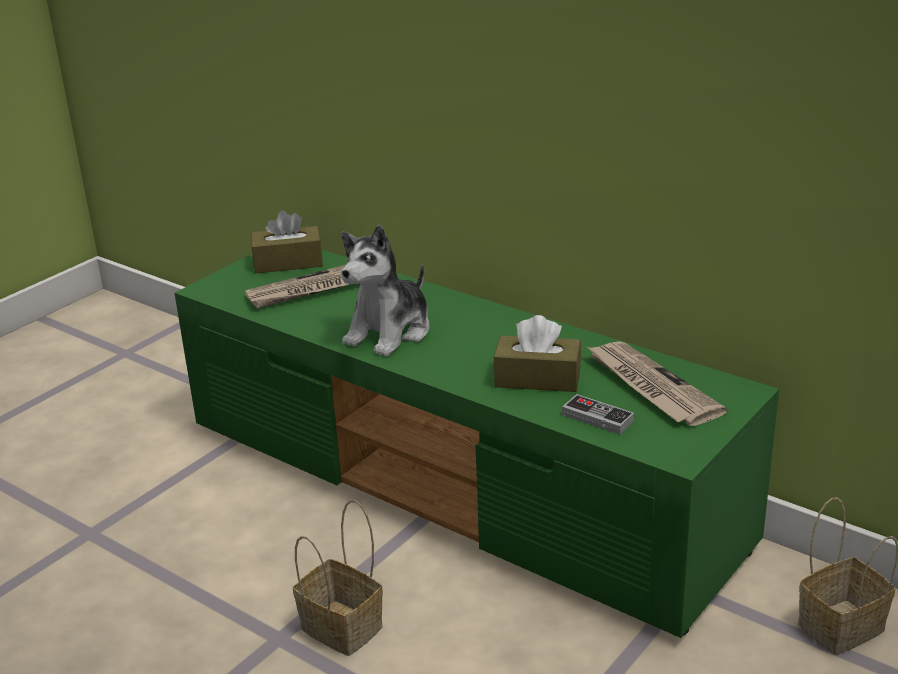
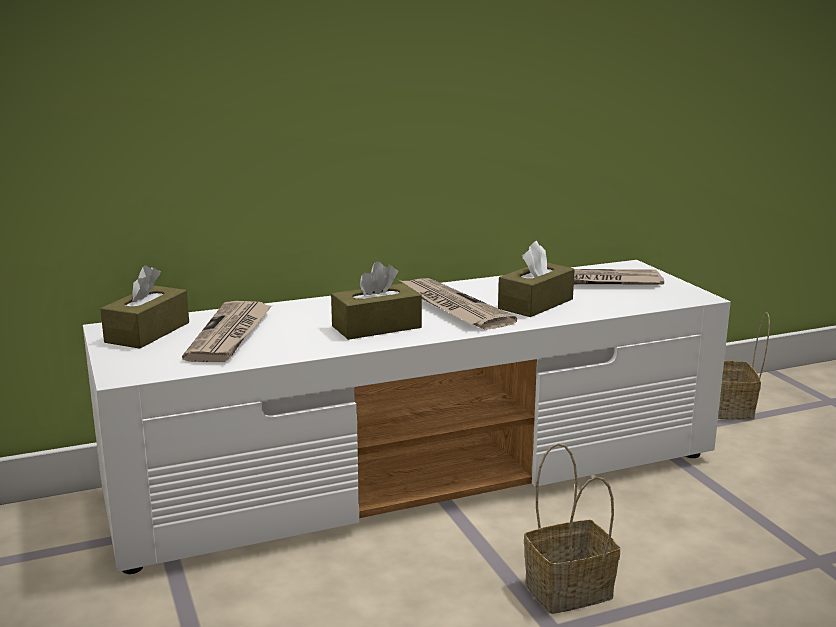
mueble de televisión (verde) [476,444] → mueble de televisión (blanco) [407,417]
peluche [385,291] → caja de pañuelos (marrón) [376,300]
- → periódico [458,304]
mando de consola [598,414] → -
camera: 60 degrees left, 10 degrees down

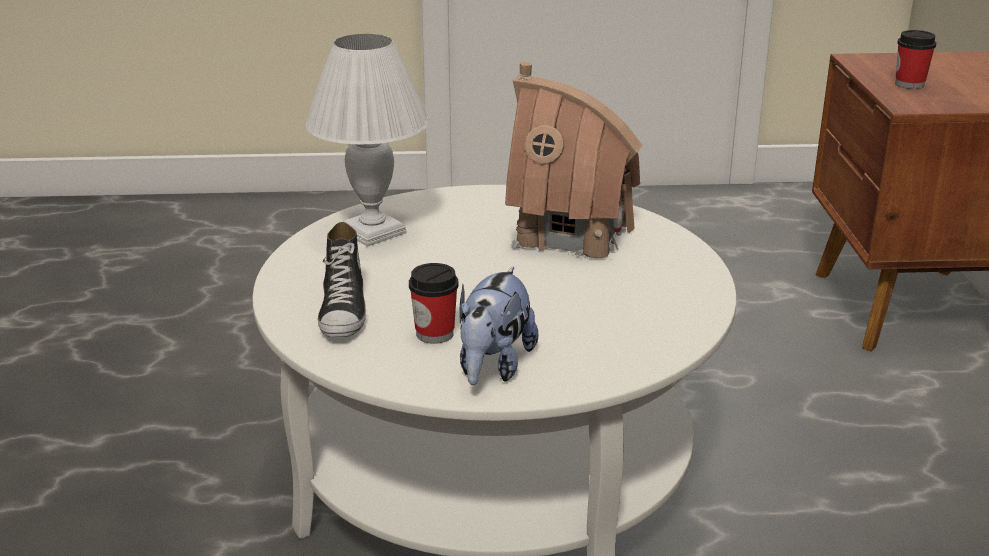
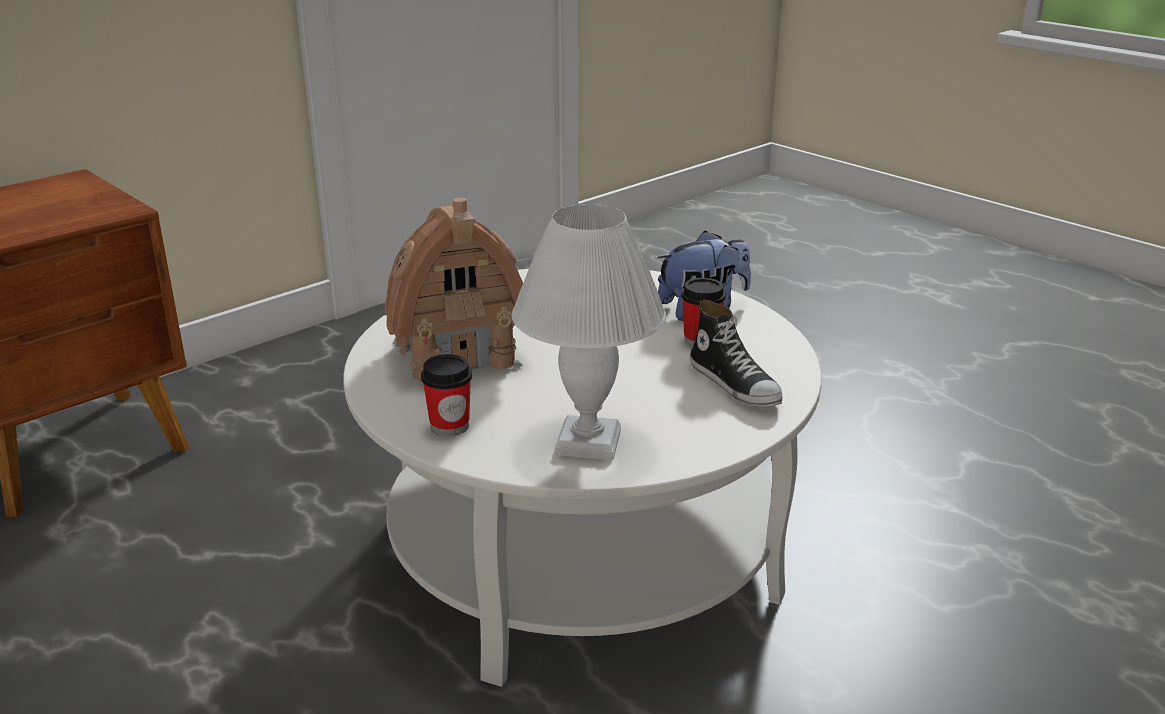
taza [915,59] → taza [446,395], move
zapato [342,279] → zapato [736,353], 105 degrees clockwise
camera: 130 degrees left, 0 degrees up

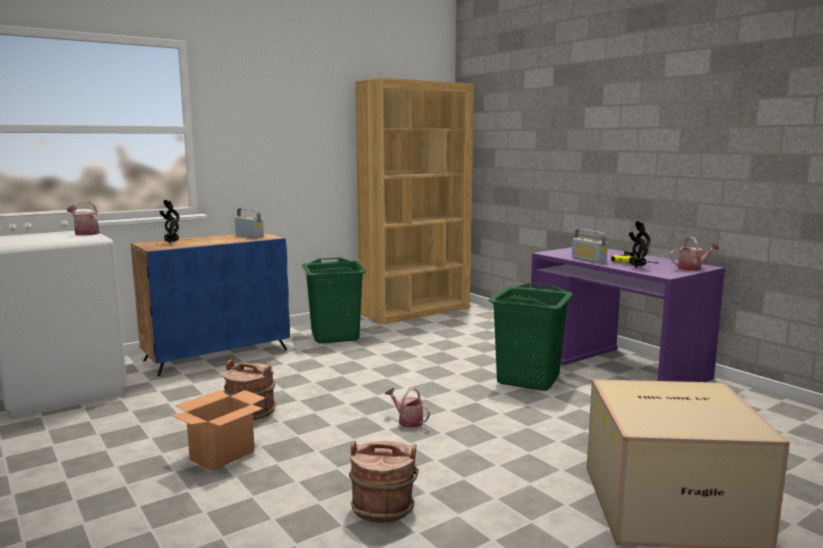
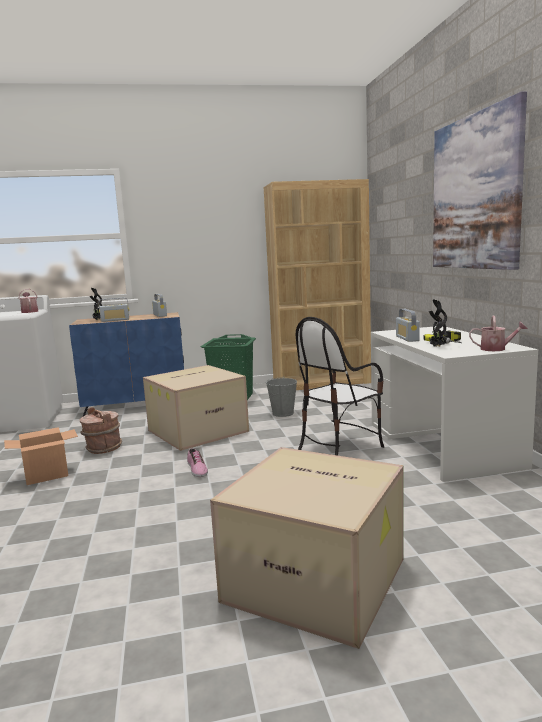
- → radio [114,310]
- → caja de cartón [196,408]
regadera [407,407] → zapato [197,462]
- → cubo (gris) [281,397]
cesto de la ropa (verde) [530,337] → silla [340,386]
escritorio (morado) [628,314] → escritorio (blanco) [454,404]
- → cuadro [480,180]
cubo (marrón) [383,482] → -
camera: 25 degrees right, 0 degrees up

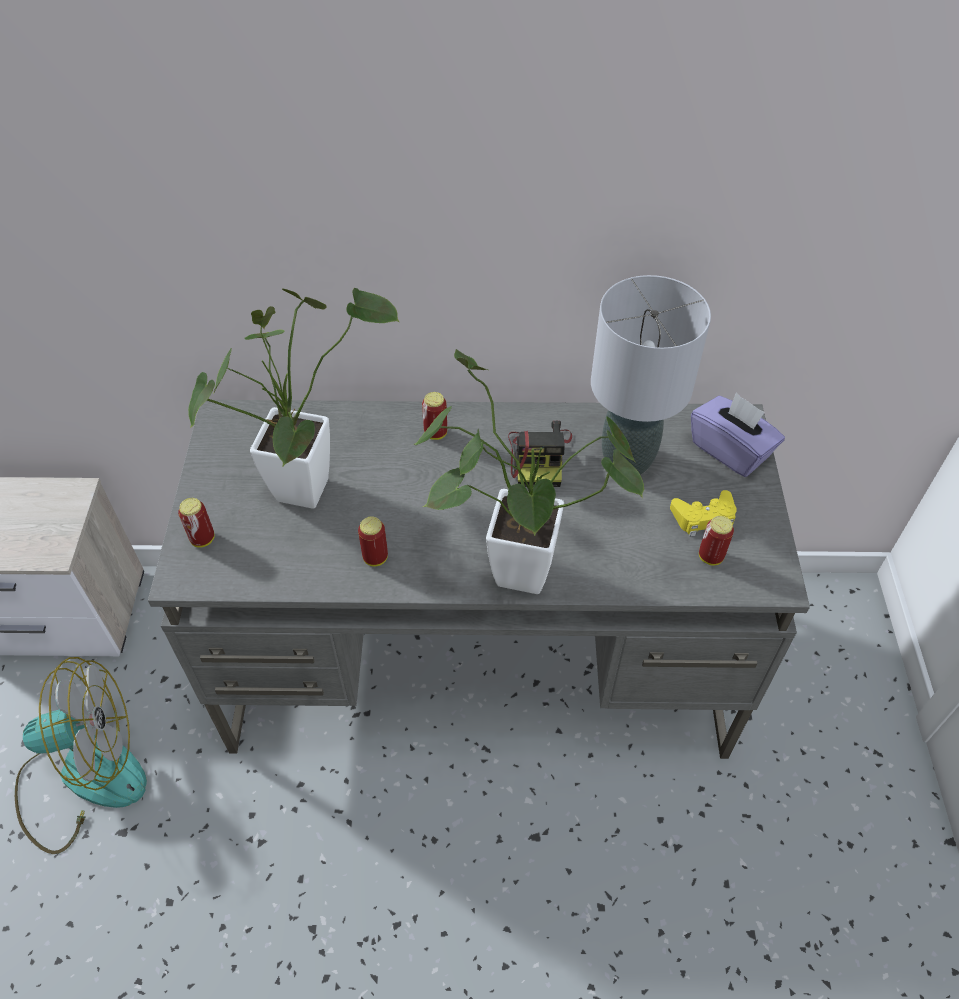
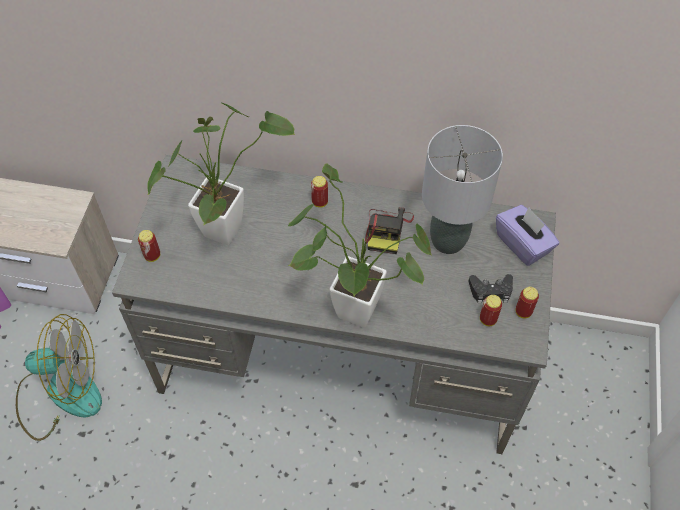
mando de consola (amarillo) [703,513] → mando de consola (negro) [490,288]
lata [373,541] → lata [527,302], move
camera: 10 degrees right, 5 degrees up

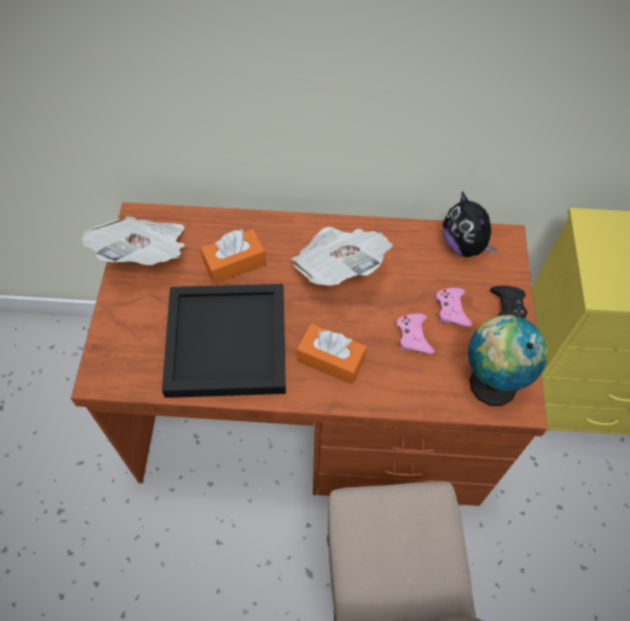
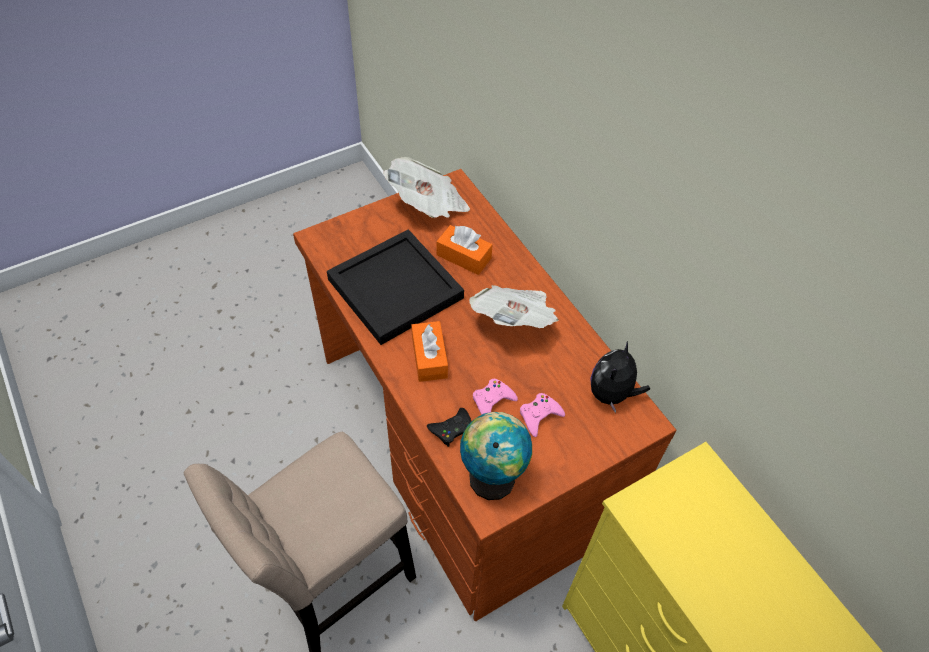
mando de consola (negro) [508,302] → mando de consola (negro) [449,427], move
camera: 55 degrees right, 5 degrees down

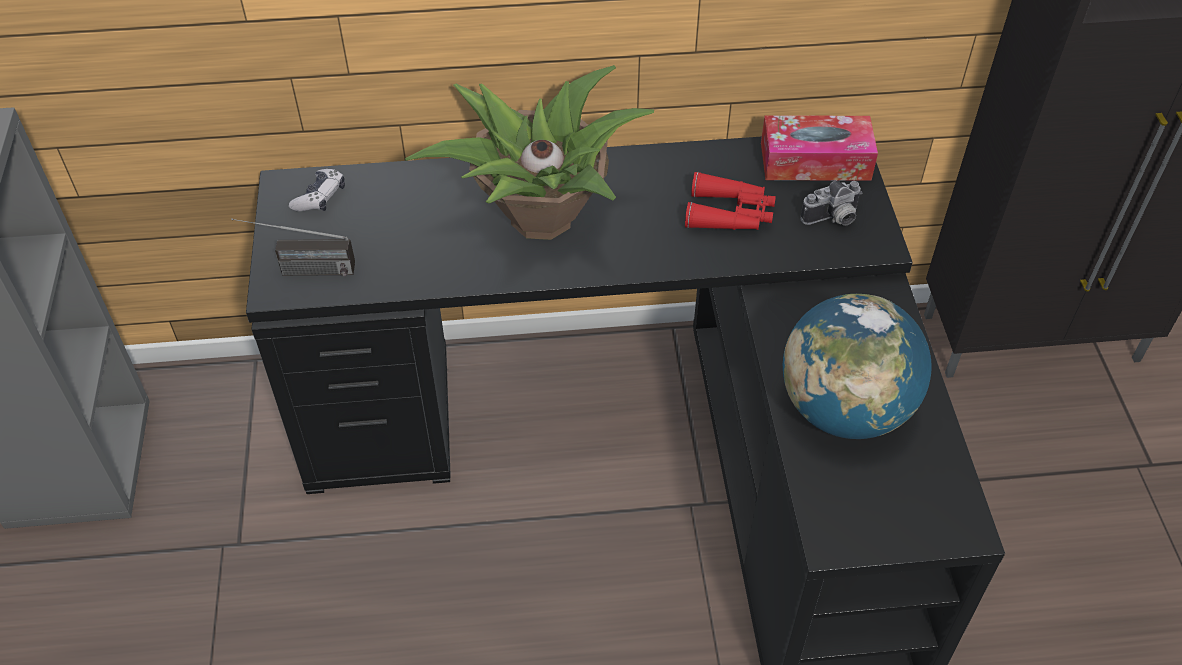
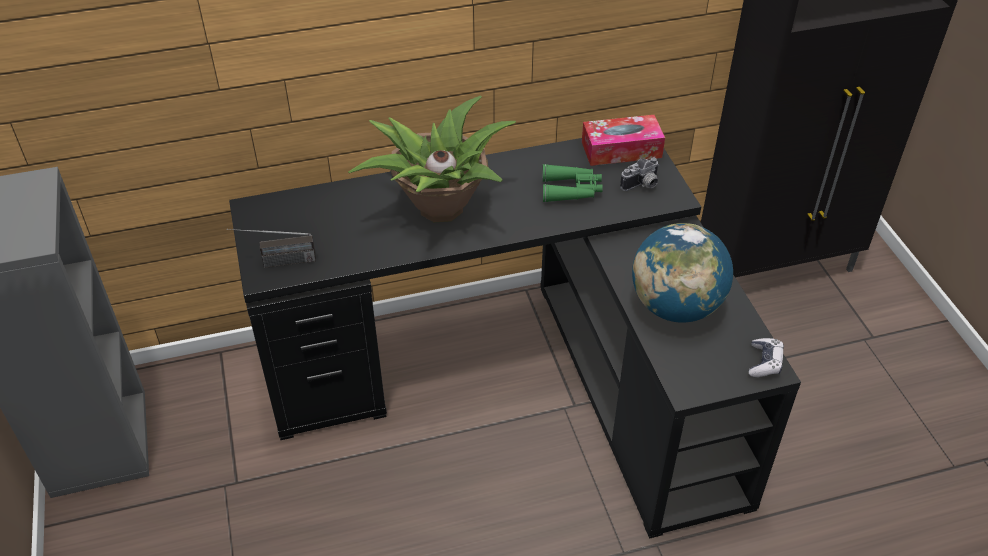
prismáticos (rojo) [730,201] → prismáticos (verde) [573,183]
mando de consola [317,190] → mando de consola [766,357], move
camera: 10 degrees left, 5 degrees down

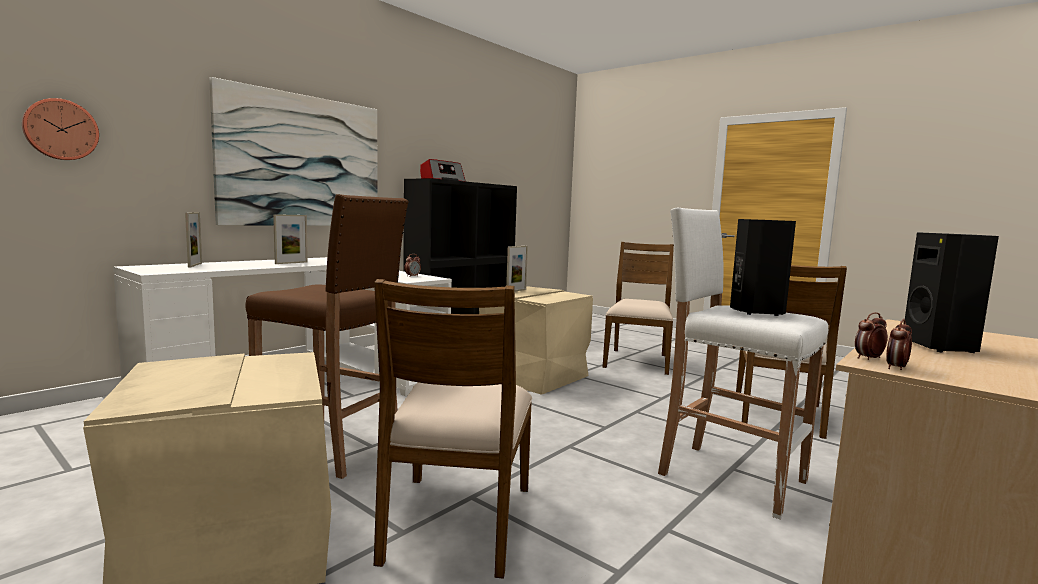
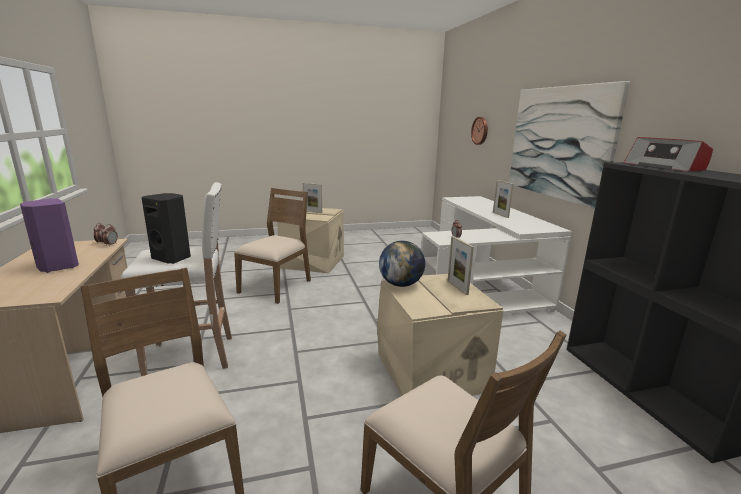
altavoz (negro) [952,292] → altavoz (morado) [49,235]
silla (marrón) [453,429] → silla (marrón) [272,246], 75 degrees clockwise
portarretratos [193,239] → portarretratos [312,198], move
- → globo terráqueo [402,264]
taburete (marrón) [327,336] → -
camera: 125 degrees right, 10 degrees up

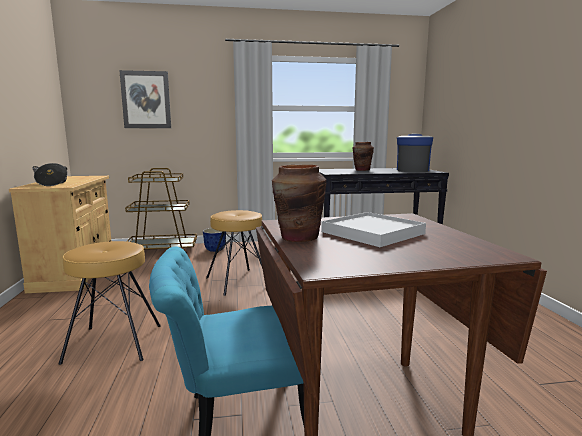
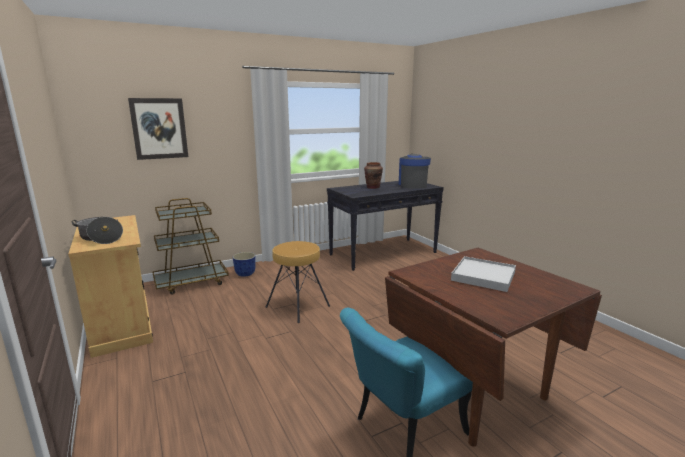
taburete (marrón) [110,303] → -
florero (marrón) [299,203] → -
camera: 20 degrees left, 5 degrees up

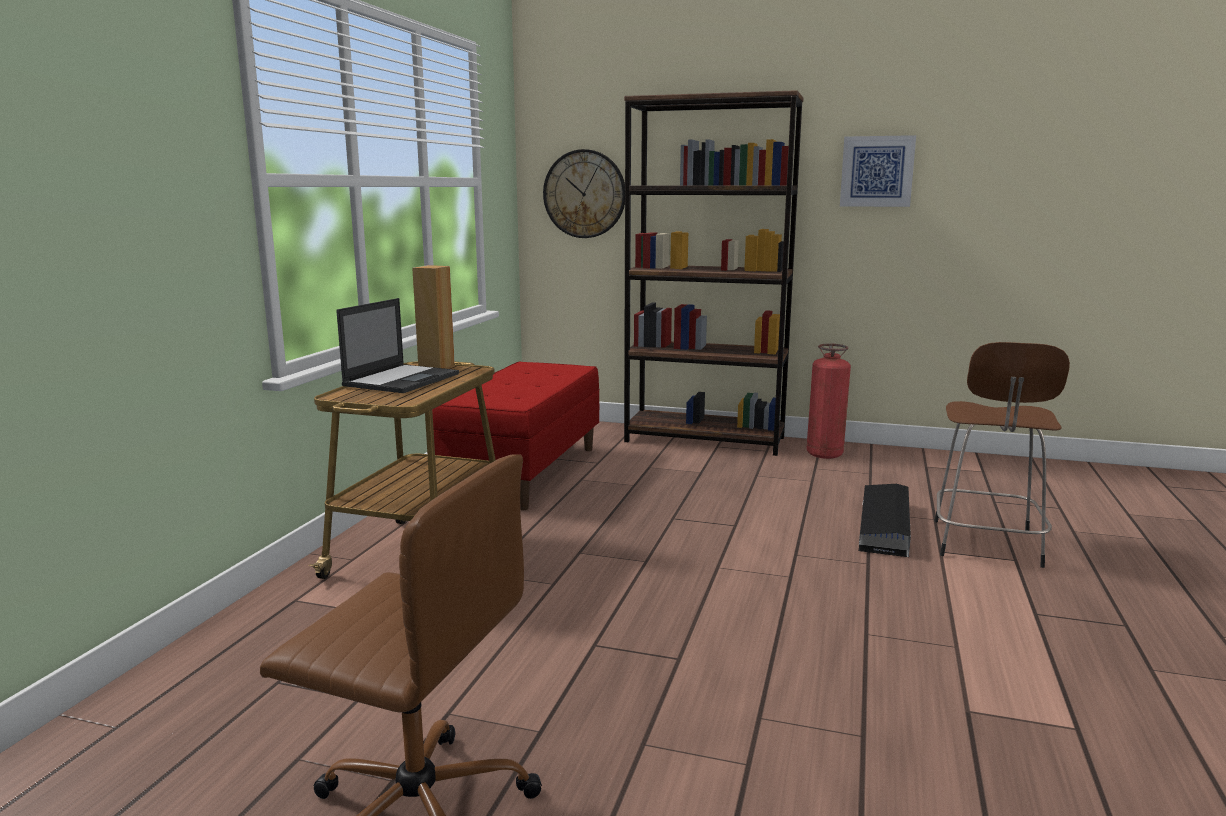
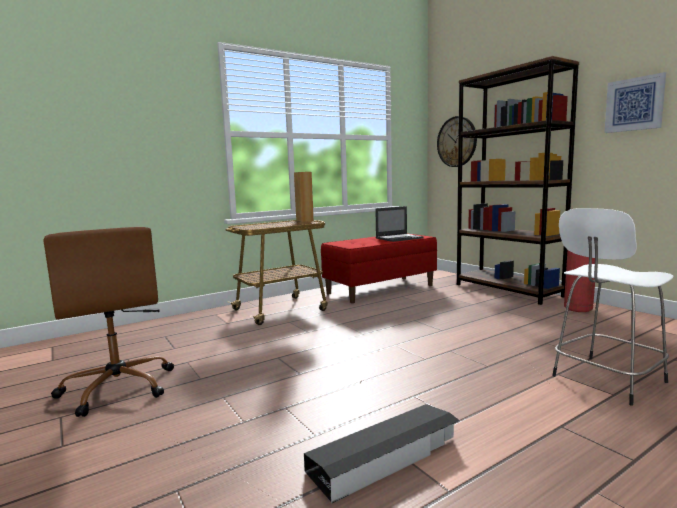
caja de almacenaje (negro) [885,521] → caja de almacenaje (negro) [382,453], move
portátil [397,345] → portátil [399,224], move
taburete (marrón) [1002,455] → taburete (blanco) [613,307]
camera: 40 degrees right, 5 degrees down

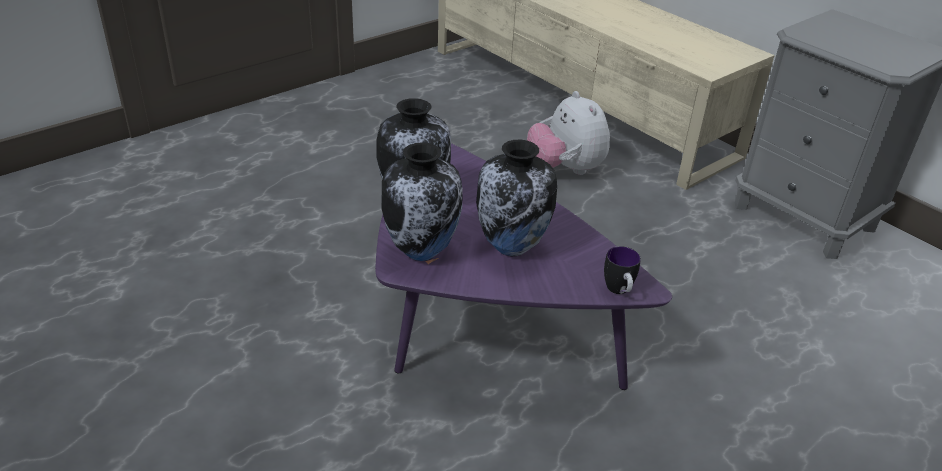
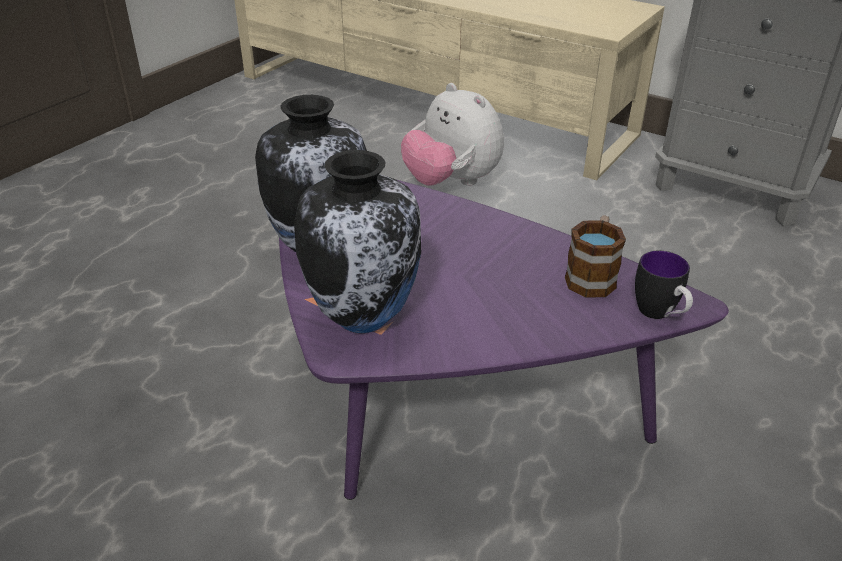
- → taza grande [595,257]
florero [516,198] → -
camera: 15 degrees left, 0 degrees up

